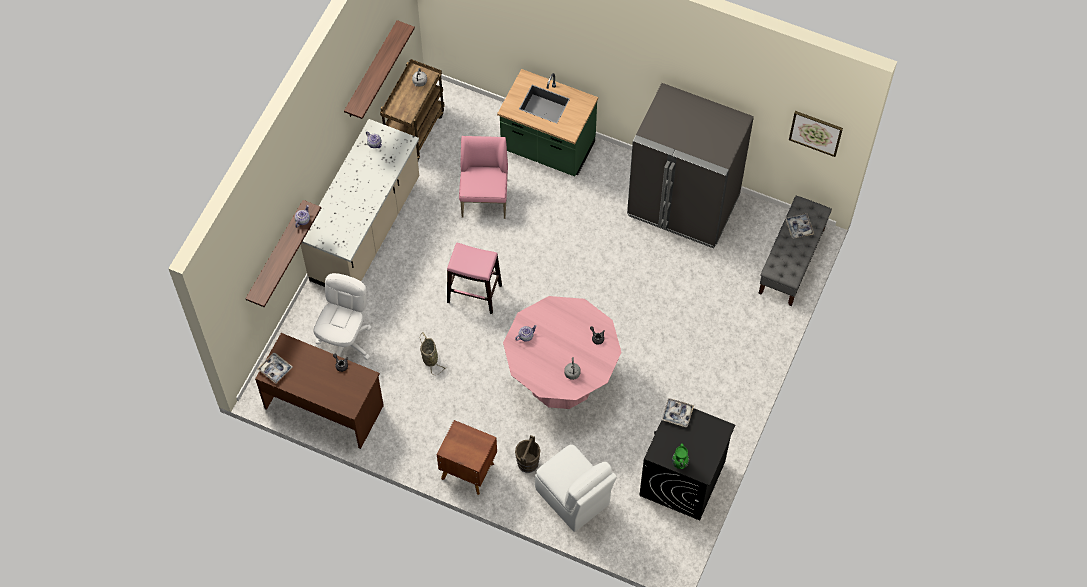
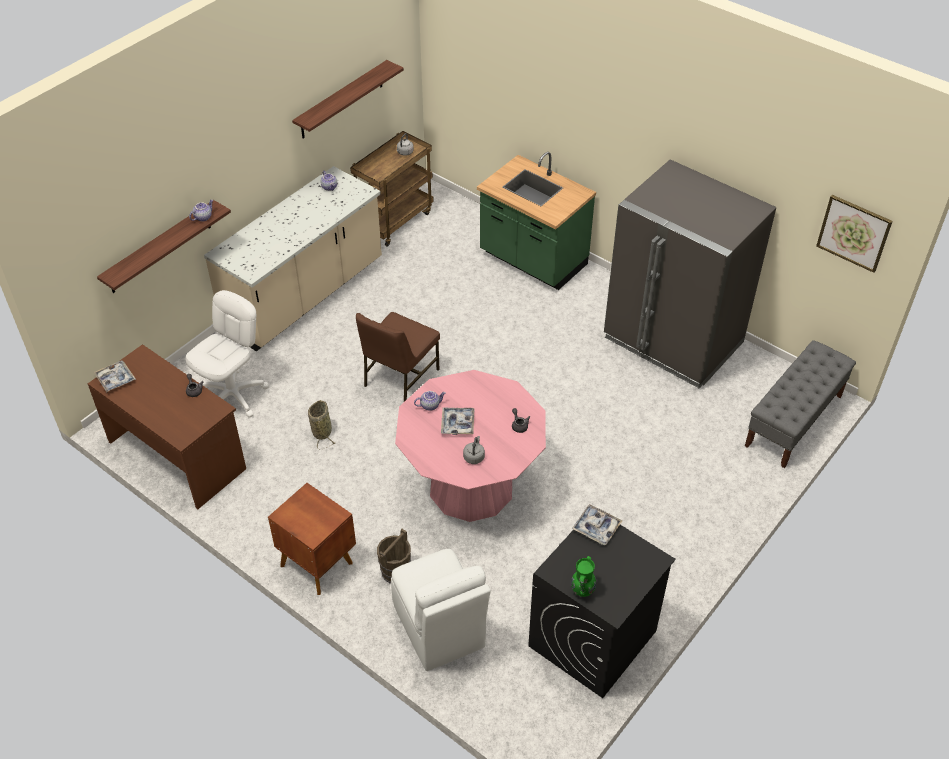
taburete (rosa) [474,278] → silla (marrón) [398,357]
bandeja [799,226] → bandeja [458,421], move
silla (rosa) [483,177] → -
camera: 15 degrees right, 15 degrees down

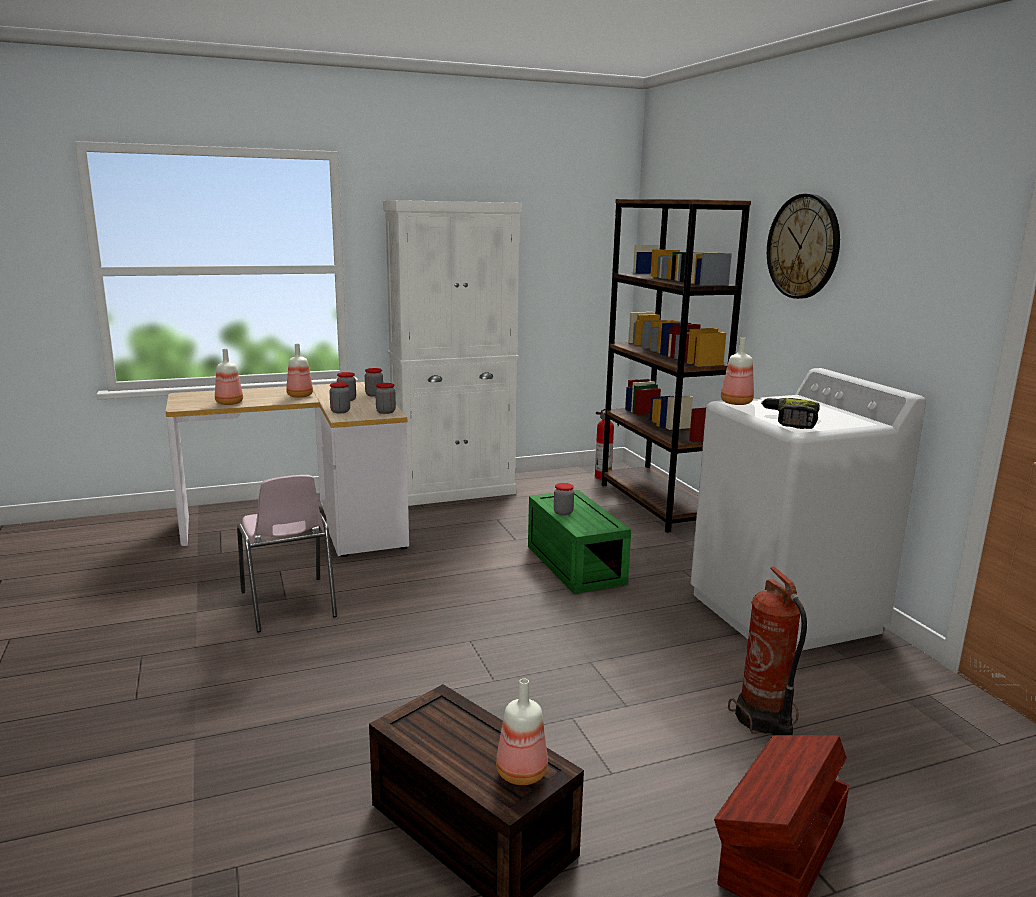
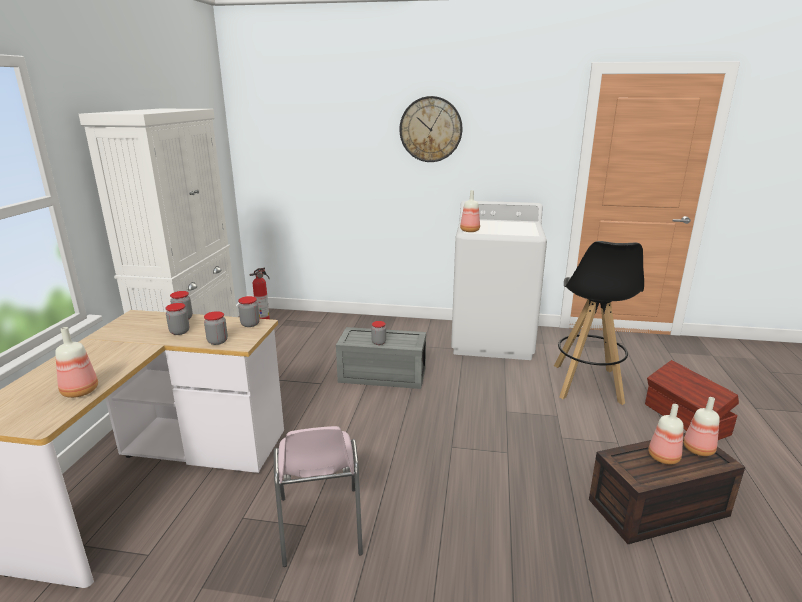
silla (rosa) [287,553] → silla (rosa) [318,496], 75 degrees clockwise
caja de almacenaje (verde) [579,542] → caja de almacenaje (gris) [381,358]
extintor [767,650] → taburete (negro) [599,323]
botella [299,371] → botella [666,434], move
estantería (marrón) [676,366] → -
taladro [790,413] → -
camera: 60 degrees left, 5 degrees up

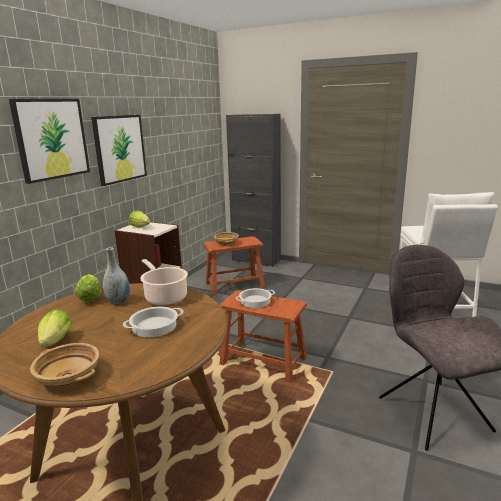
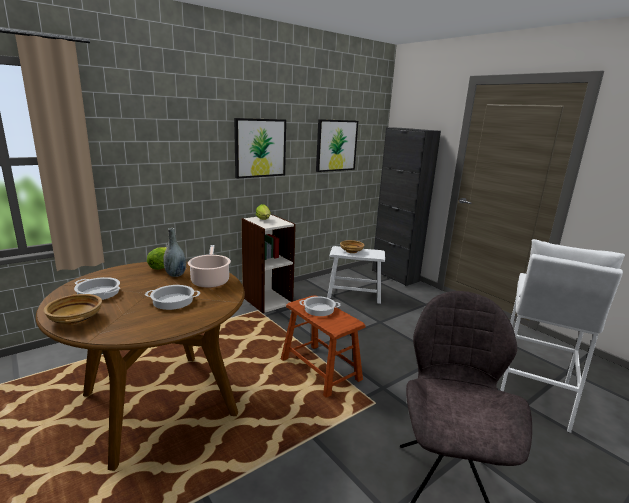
lechuga [55,328] → olla [97,288]
cuadro [49,141] → cuadro [337,145], move
taburete (marrón) [234,266] → taburete (blanco) [356,275]
camera: 25 degrees right, 0 degrees up

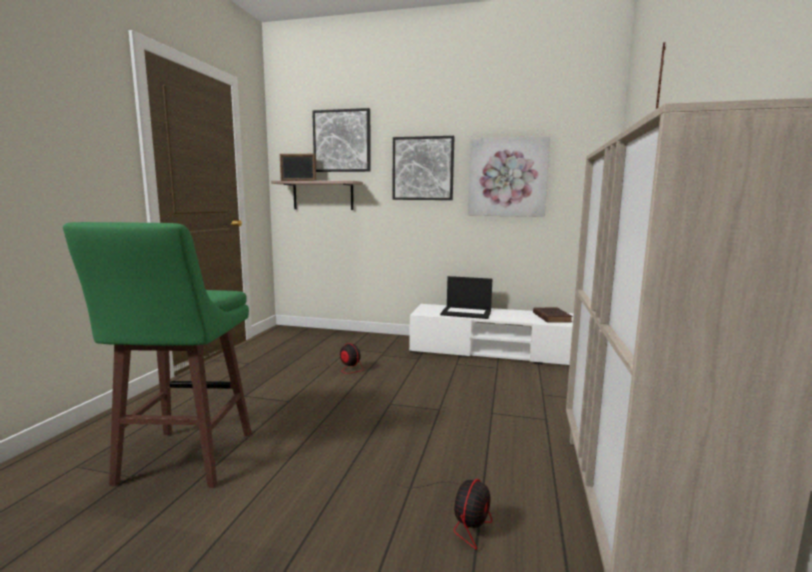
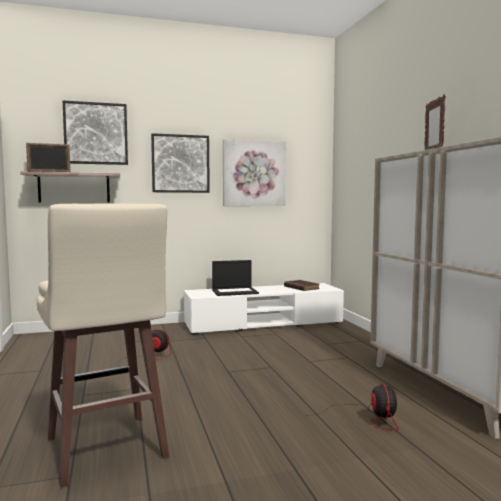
taburete (verde) [157,355] → taburete (beis) [103,345]
camera: 30 degrees left, 5 degrees down

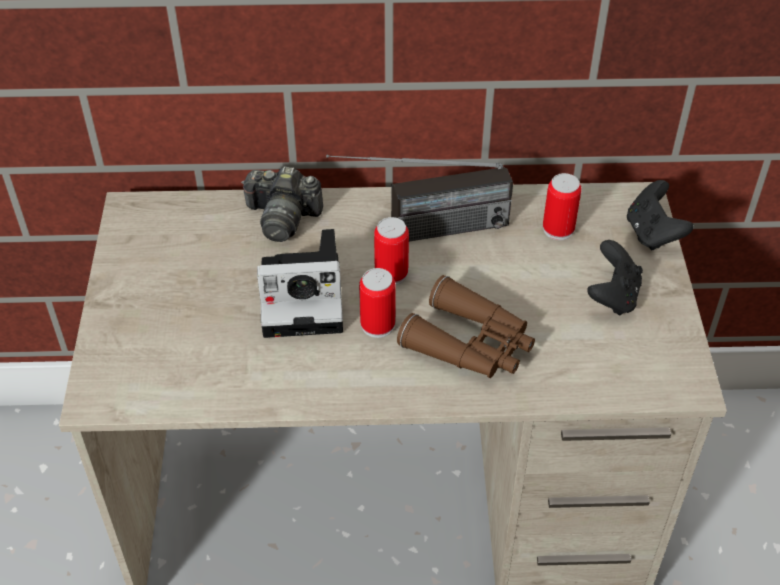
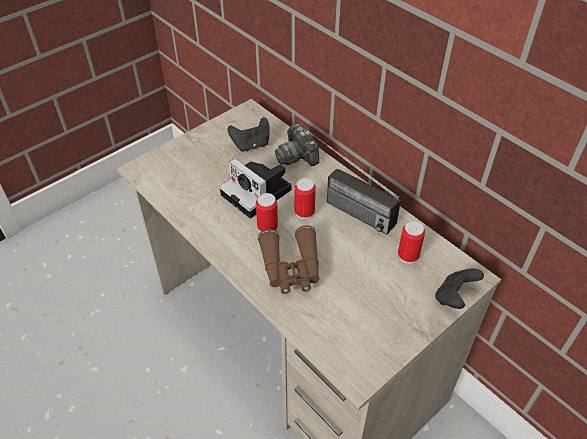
mando de consola (negro) [615,277] → mando de consola (negro) [249,134], move
camera: 50 degrees right, 0 degrees up

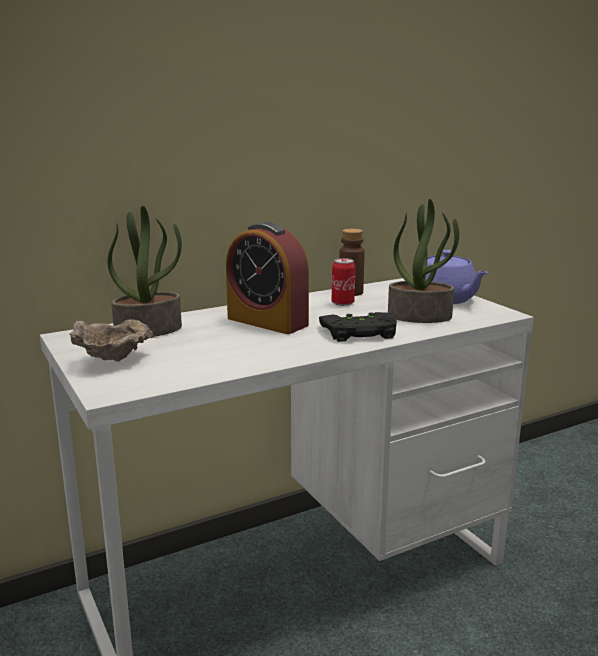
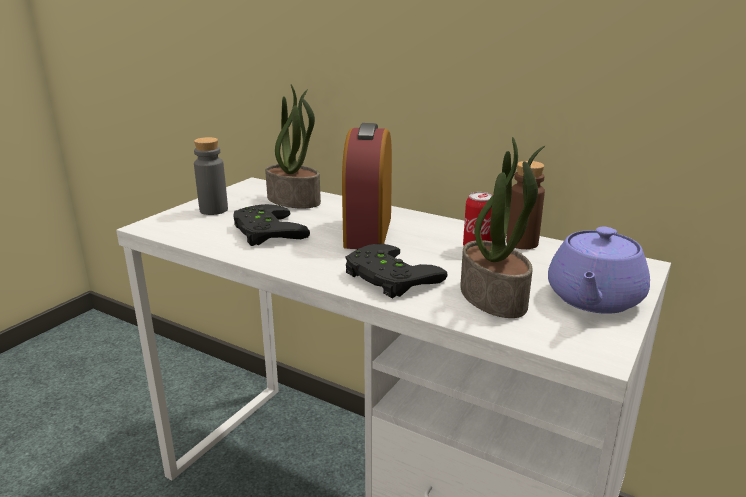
cuenco (beis) [112,340] → botella (gris) [211,176]
- → mando de consola (negro) [272,225]
camera: 60 degrees right, 5 degrees up

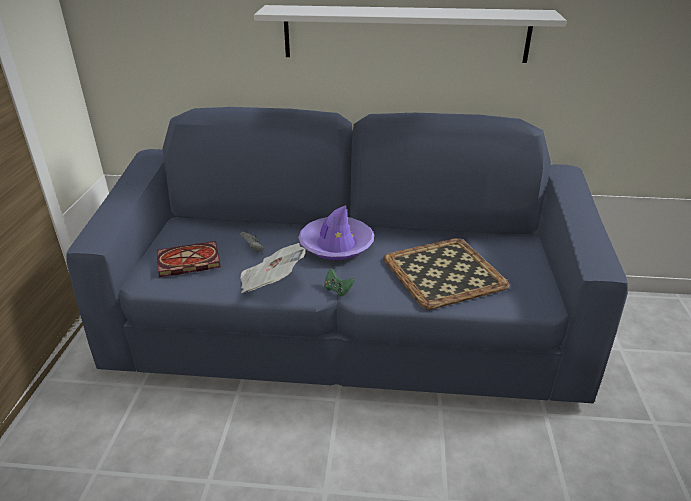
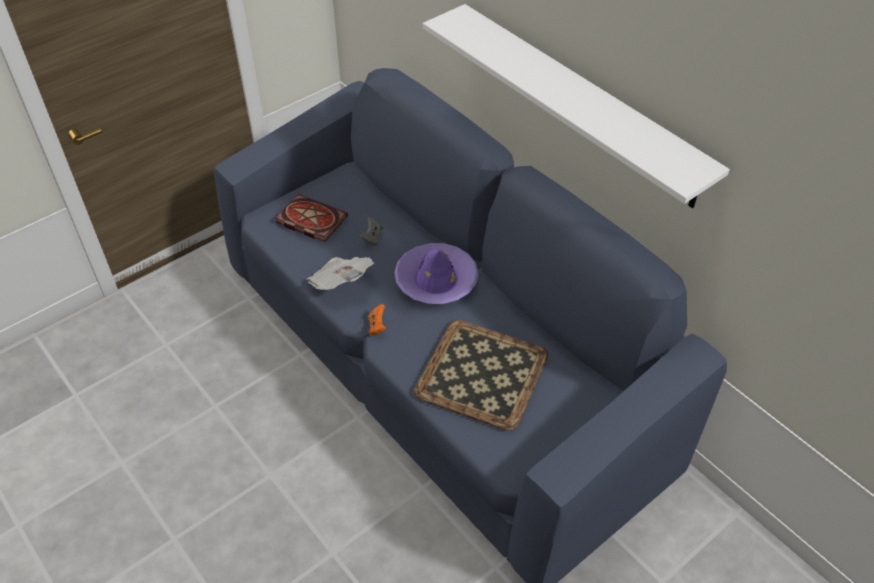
mando de consola (verde) [339,282] → mando de consola (naranja) [377,319]
camera: 45 degrees right, 15 degrees up

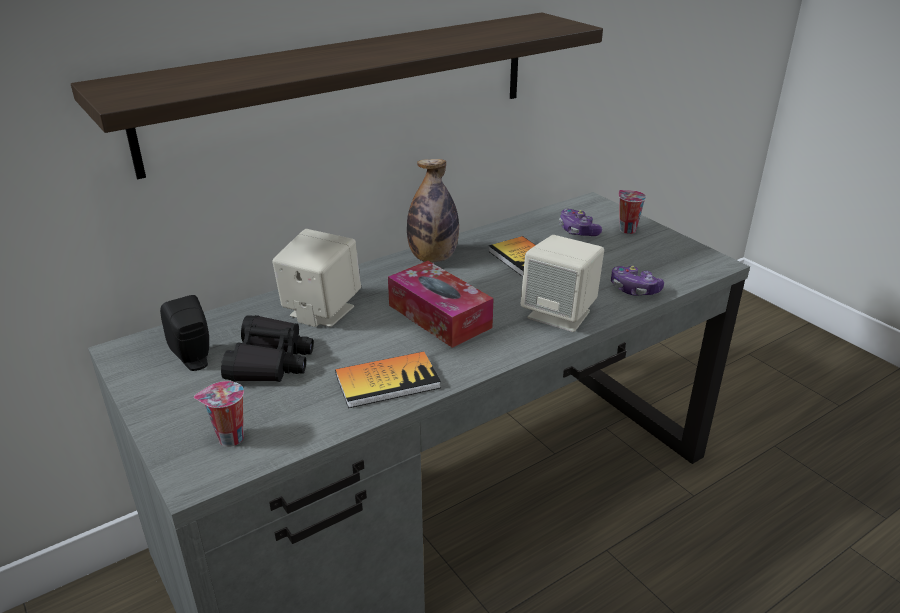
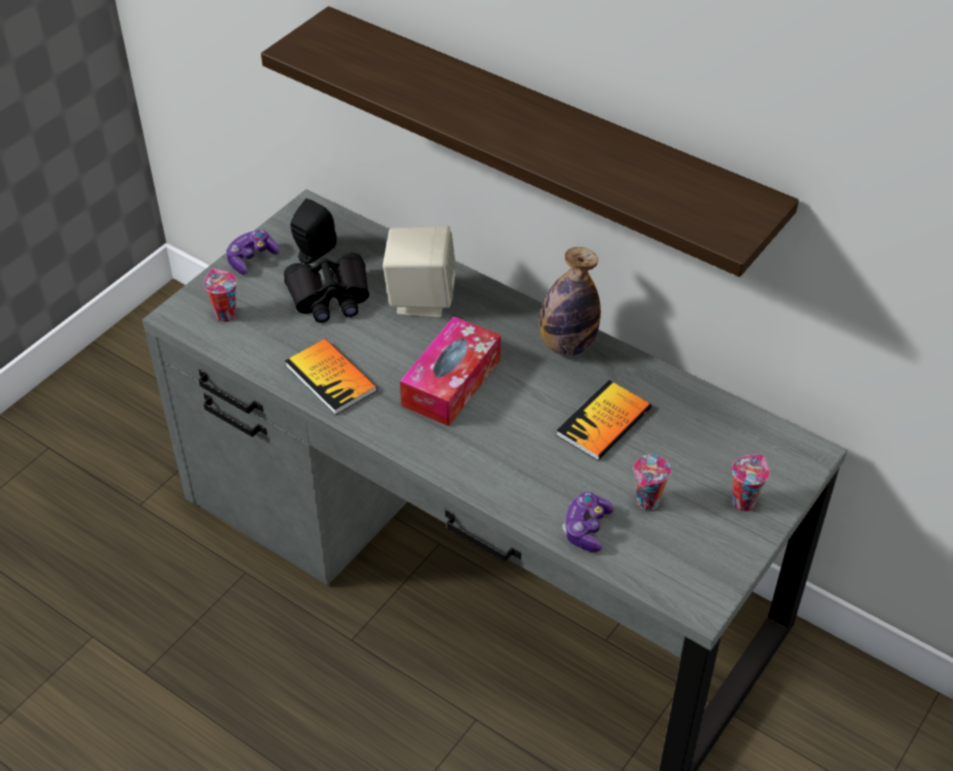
mando de consola [580,222] → mando de consola [253,252], move
- → taza [652,482]
altavoz (beis) [562,283] → -
camera: 70 degrees right, 15 degrees up

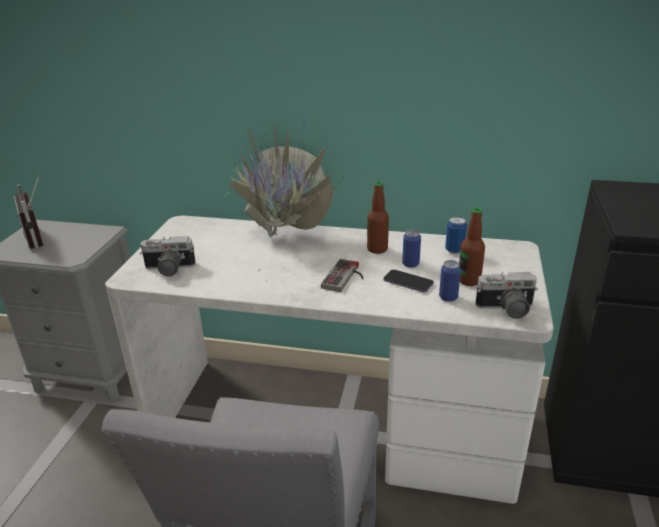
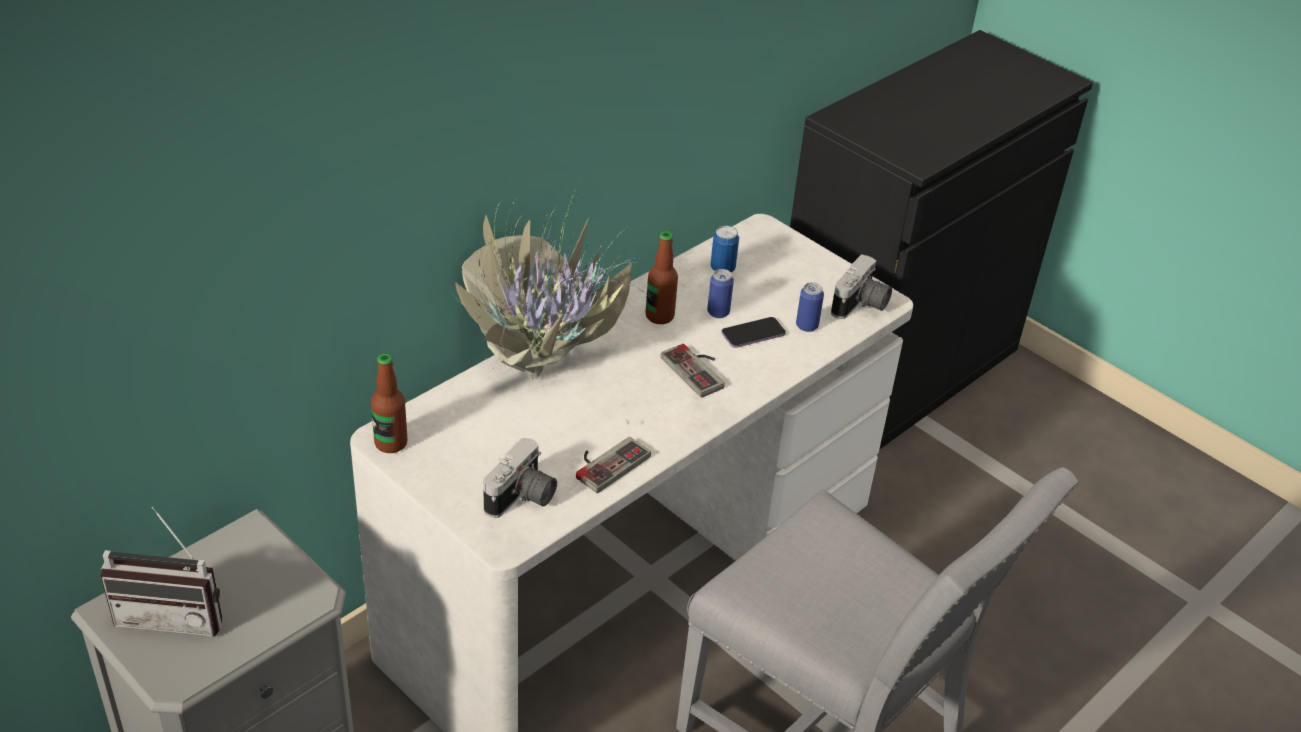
botella [472,247] → botella [389,403], move
- → mando de consola [613,465]
camera: 60 degrees left, 10 degrees up

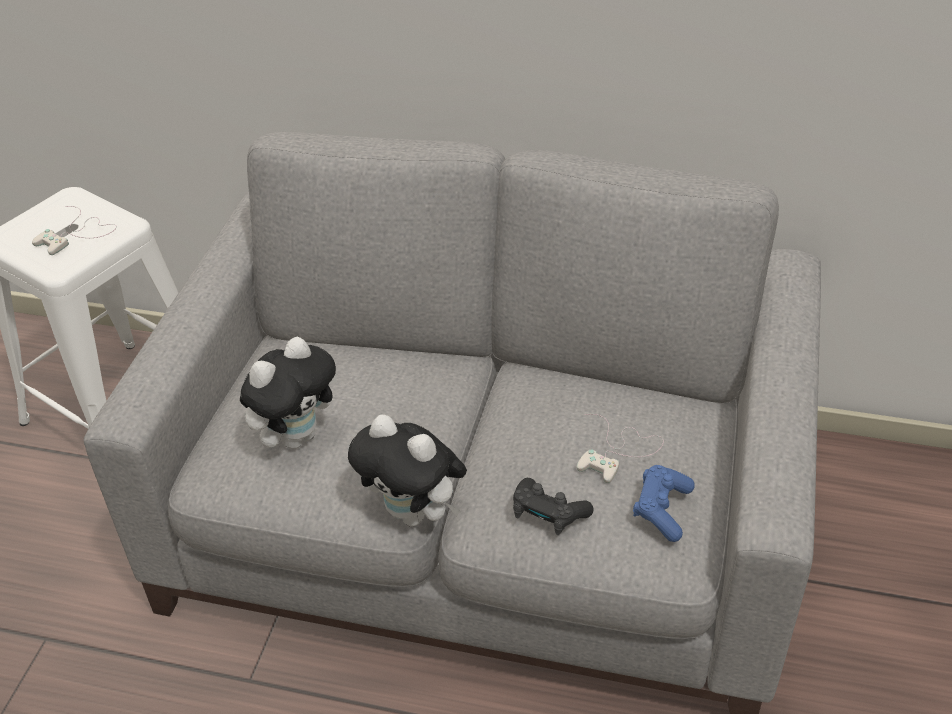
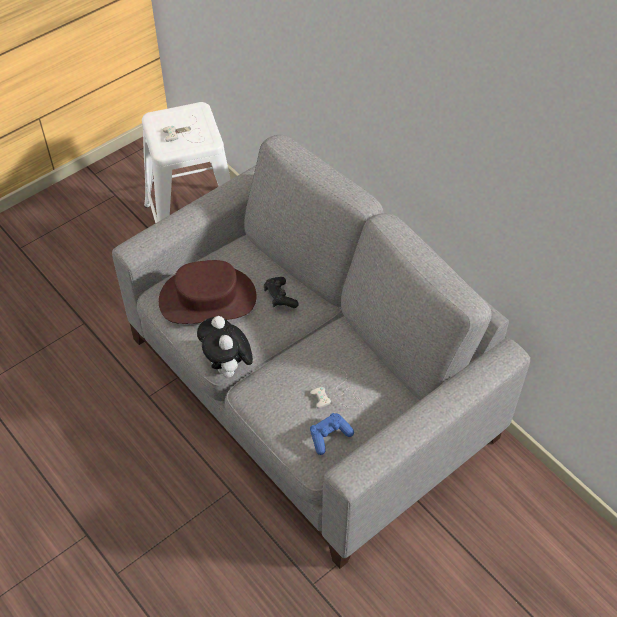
peluche [289,393] → sombrero (marrón) [208,292]
mando de consola (negro) [553,506] → mando de consola (negro) [281,292], move
camera: 35 degrees right, 10 degrees up

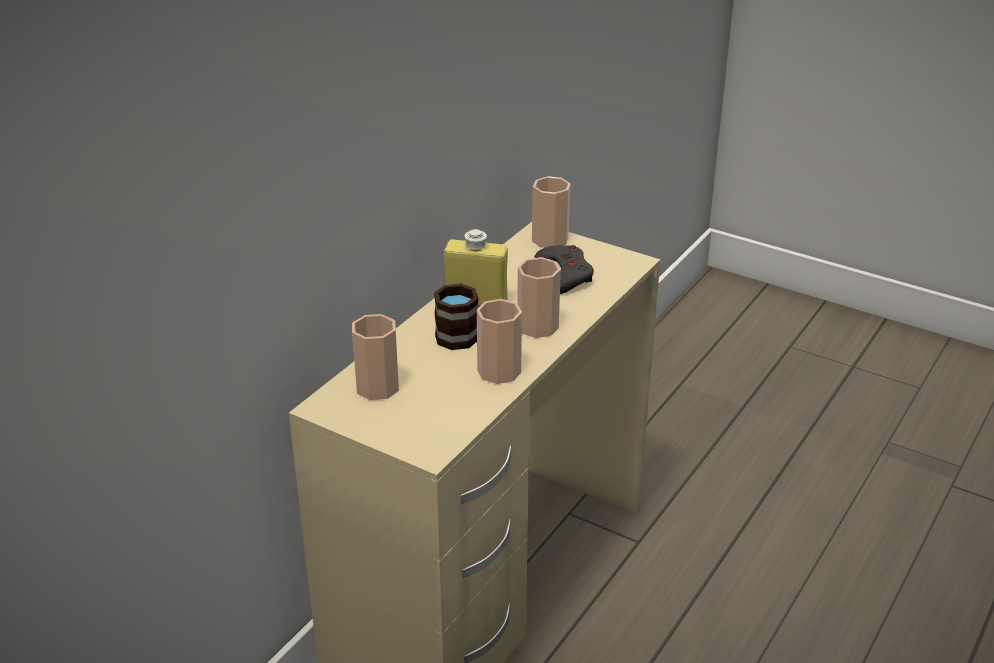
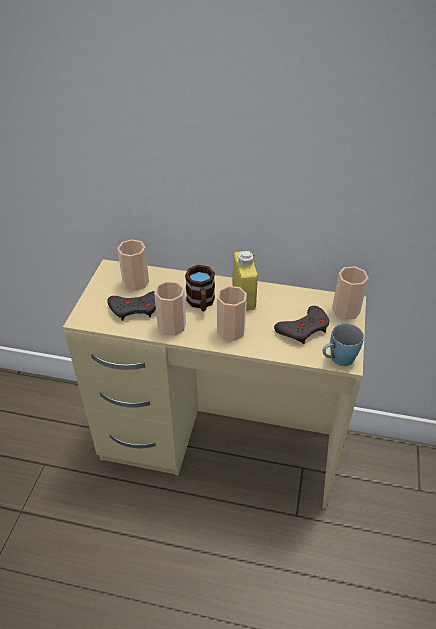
- → mando de consola (gris) [131,306]
- → taza grande (azul) [343,345]
camera: 70 degrees right, 10 degrees up

